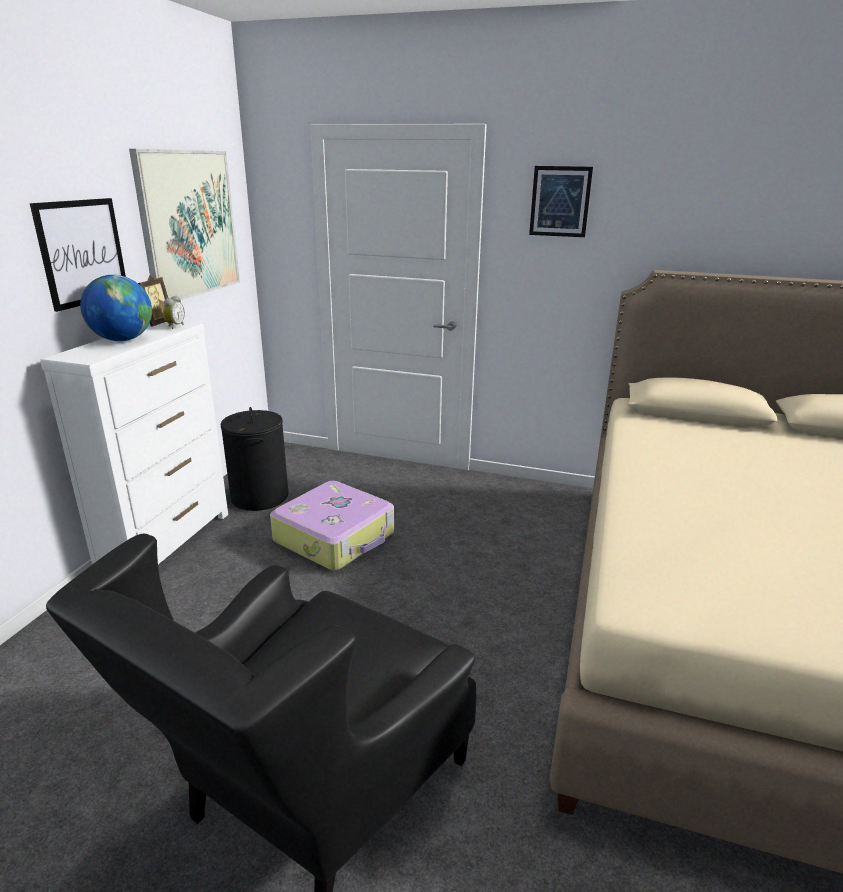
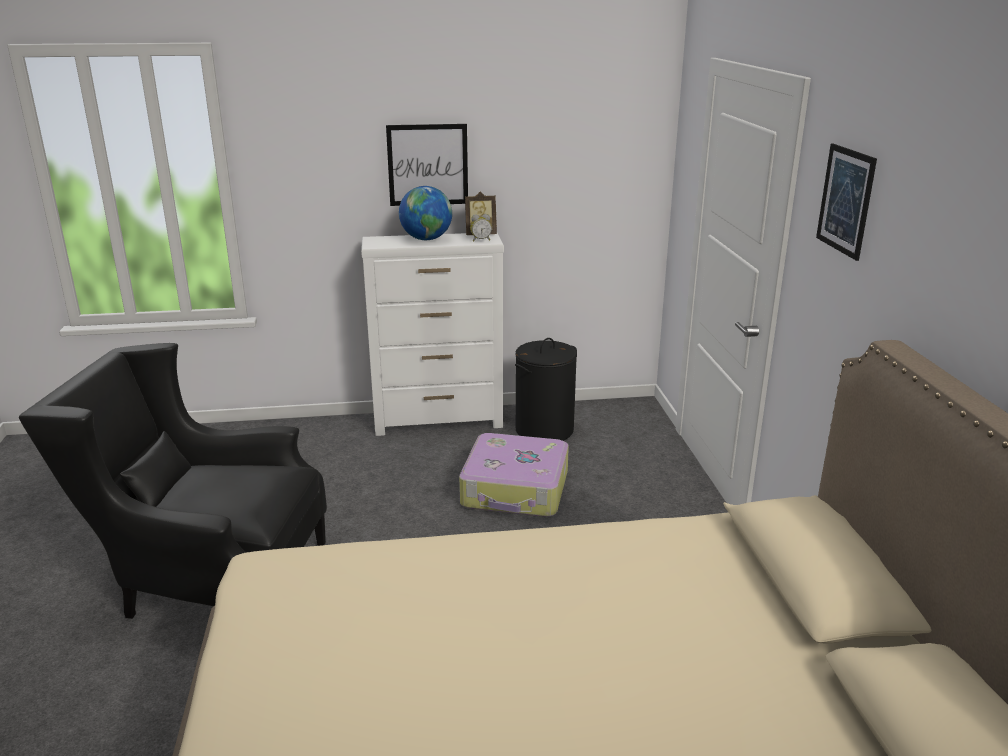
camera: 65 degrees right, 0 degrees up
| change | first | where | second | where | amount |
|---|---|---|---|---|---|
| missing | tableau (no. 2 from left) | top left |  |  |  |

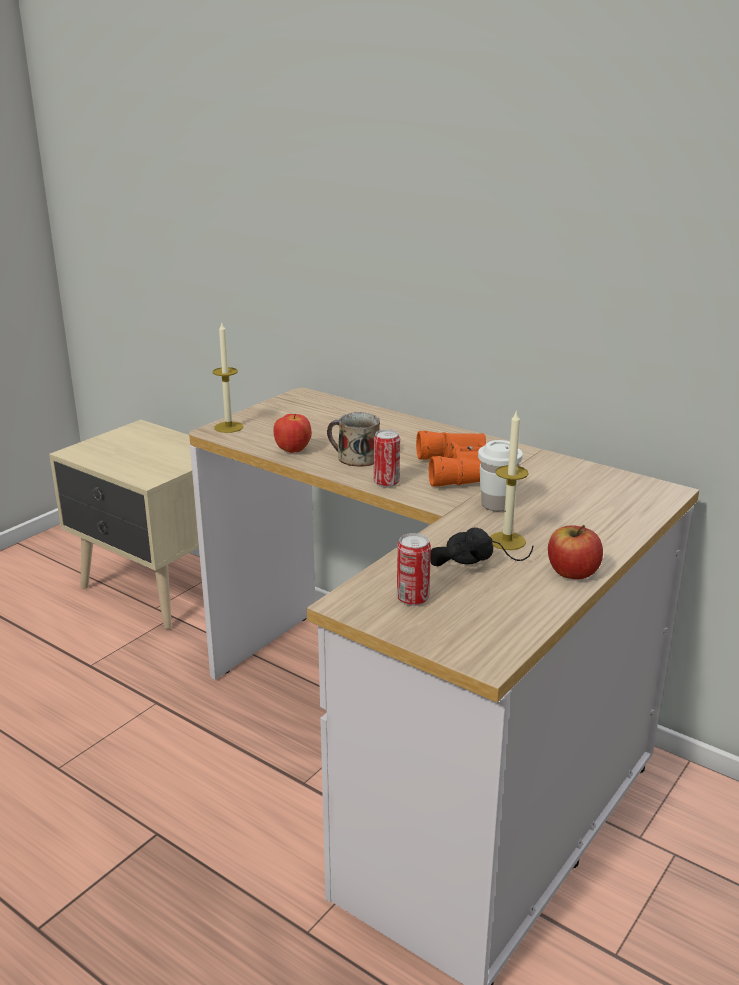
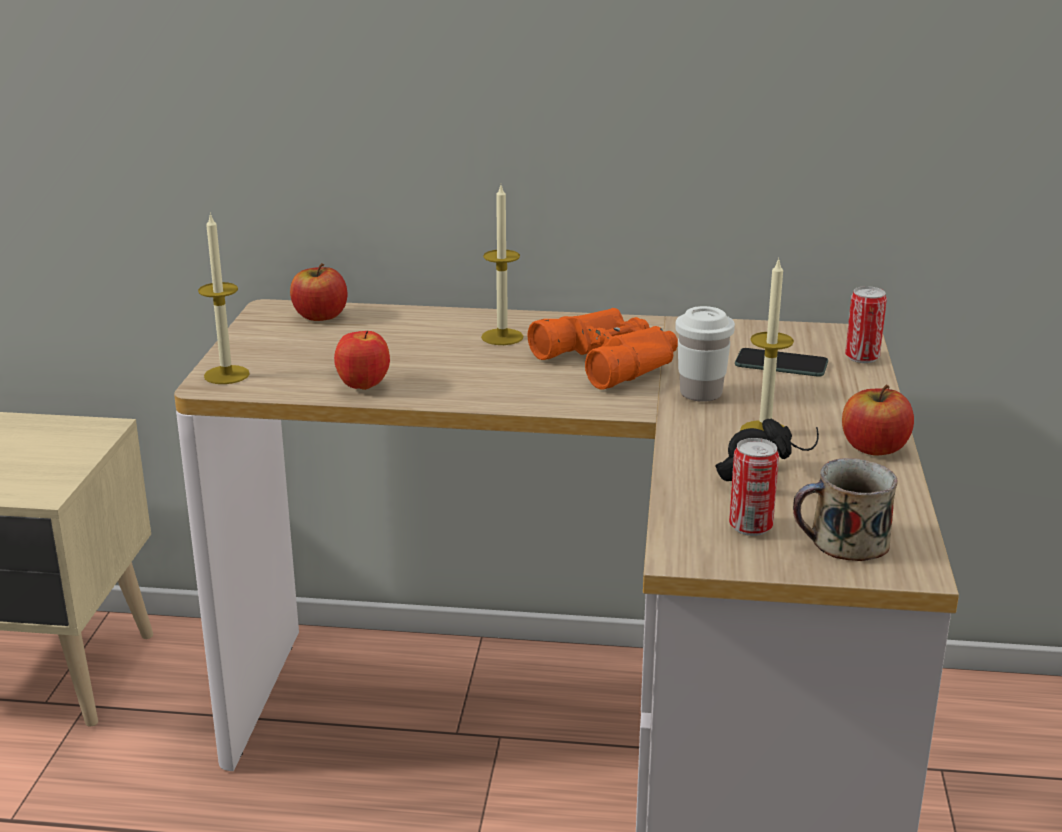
camera: 30 degrees left, 0 degrees up
| change | first | where | second | where | amount |
|---|---|---|---|---|---|
| relocated | mug | centre |  | middle right |  |
| relocated | boîte métallique (no. 1 from left in the first image) | centre | boîte métallique (no. 2 from left) | middle right |  |
| appeared |  |  | pomme (no. 1 from left) | middle left |  |
| appeared |  |  | bougie (no. 2 from left) | top centre |  |
| appeared |  |  | téléphone | middle right |  |

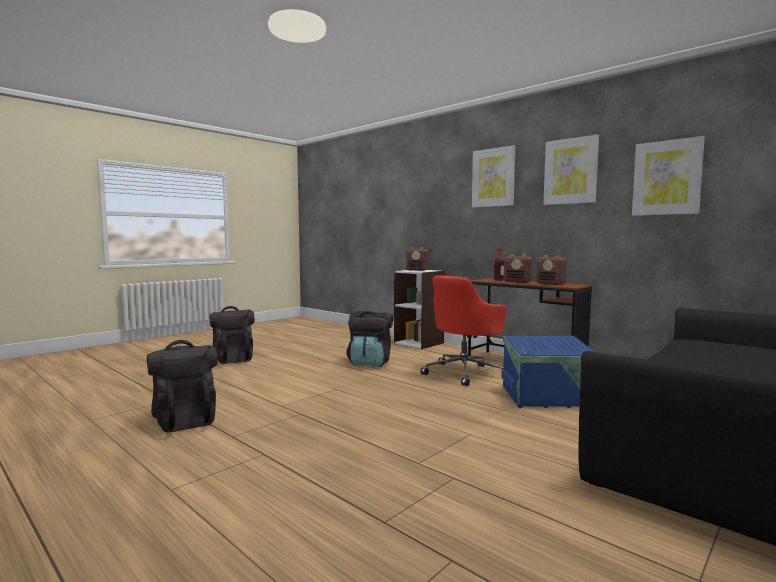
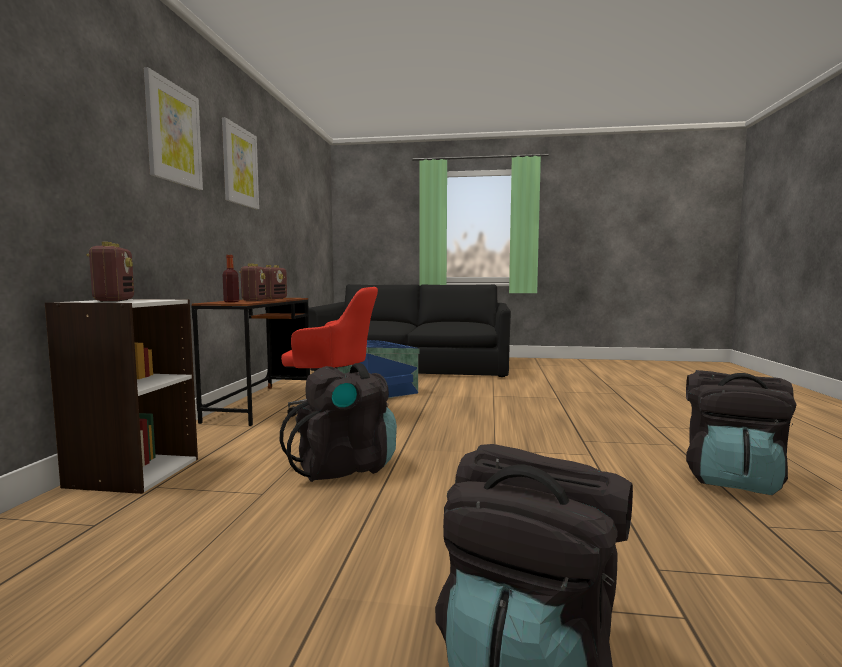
camera: 125 degrees left, 0 degrees up
| change | first | where | second | where | amount |
|---|---|---|---|---|---|
| missing | tableau (no. 3 from left) | top right |  |  |  |

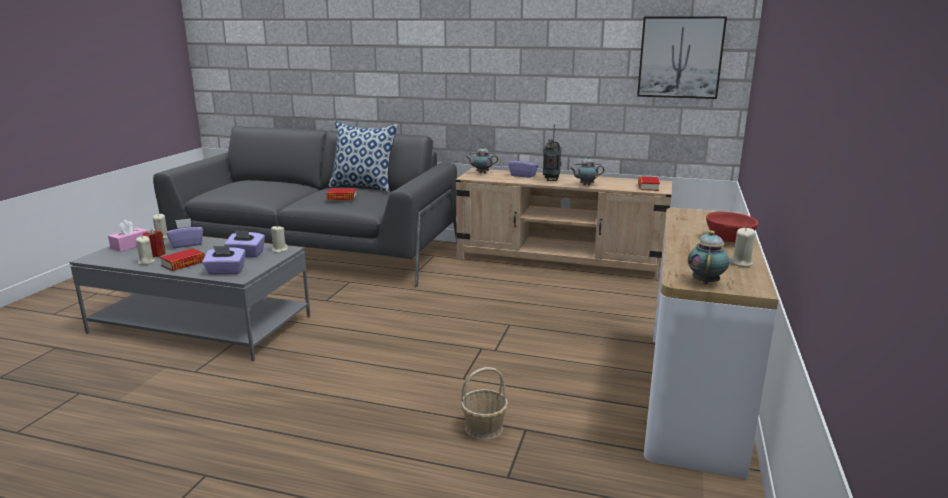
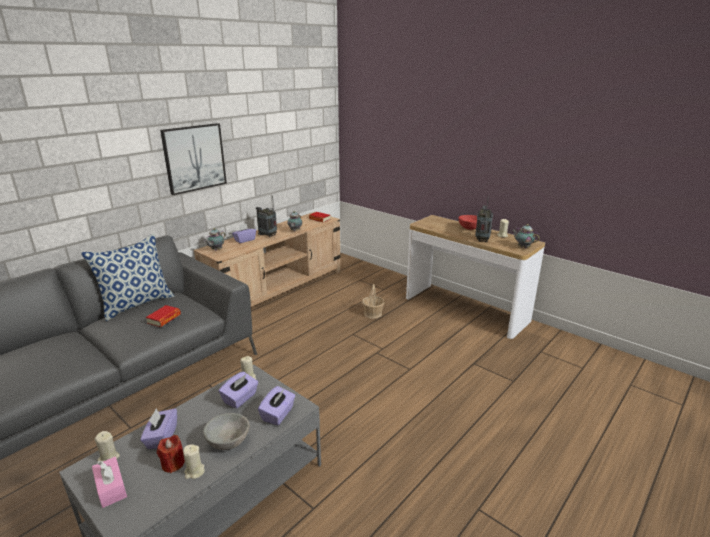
camera: 65 degrees left, 5 degrees up
| change | first | where | second | where | amount |
|---|---|---|---|---|---|
| exchanged | livre (no. 1 from left) | middle left | bol/gris | bottom left |  |
| relocated | panier | bottom centre |  | centre |  |
| relocated | tableau | top right |  | top left |  |
| appeared |  |  | radio (no. 2 from left) | middle right |  |

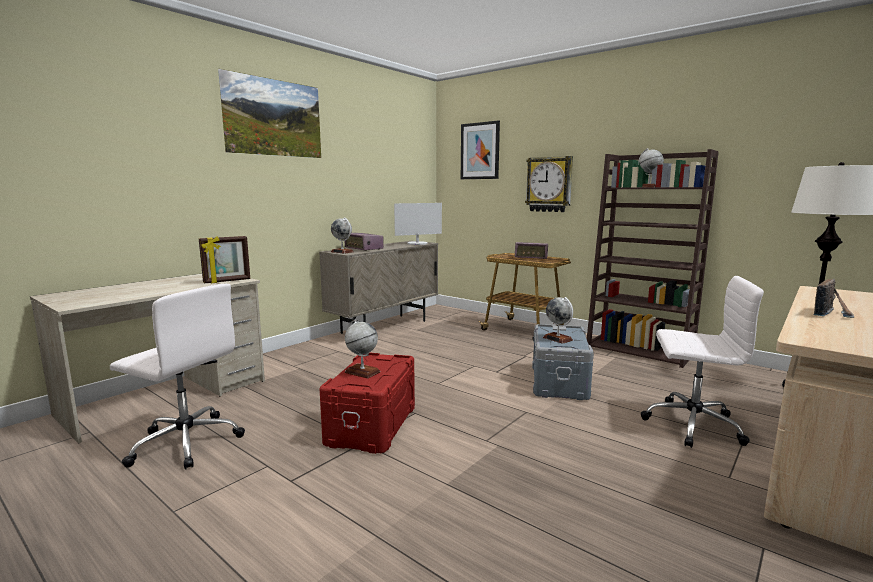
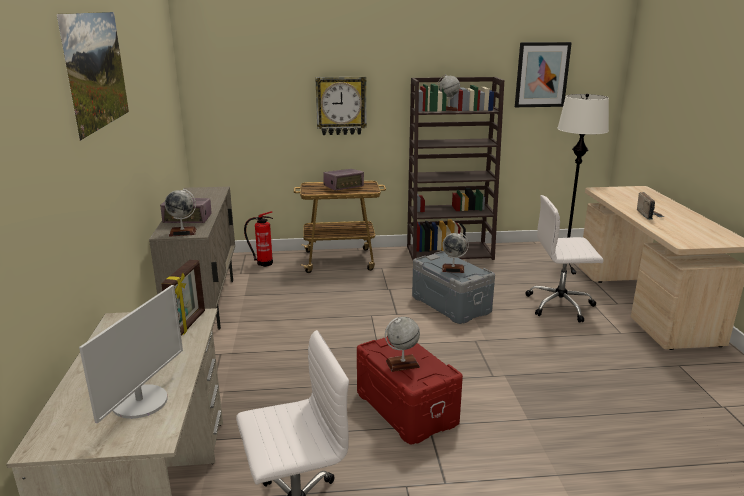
camera: 45 degrees left, 10 degrees up
| change | first | where | second | where | amount |
|---|---|---|---|---|---|
| relocated | écran d'ordinateur | centre |  | bottom left |  |
| relocated | tableau (no. 2 from left) | top centre |  | top right |  |
| spun | chaise de bureau/blanc (no. 2 from left) | middle right |  | middle right | 150 degrees counterclockwise |
| appeared |  |  | extincteur | centre |  |

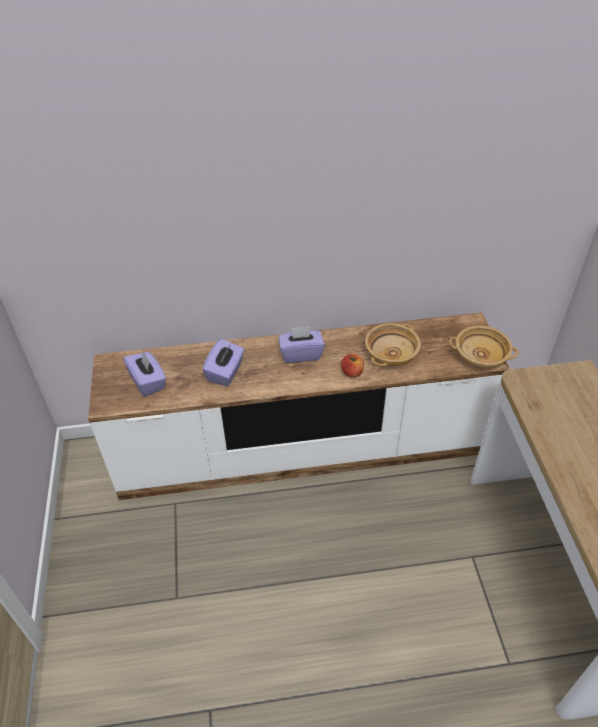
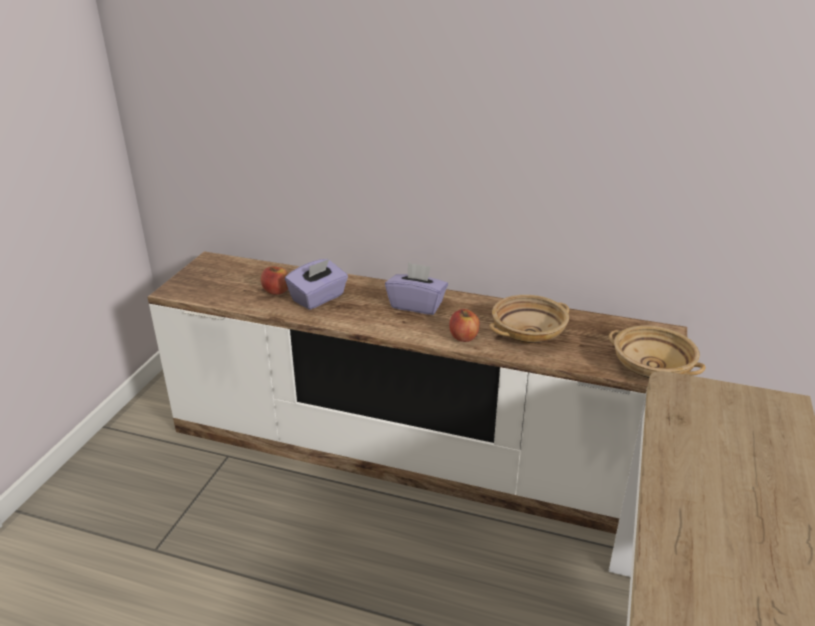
camera: 25 degrees right, 15 degrees down
| change | first | where | second | where | amount |
|---|---|---|---|---|---|
| missing | boîte à mouchoirs/violet (no. 1 from left) | middle left |  |  |  |
| appeared |  |  | pomme (no. 1 from left) | centre |  |

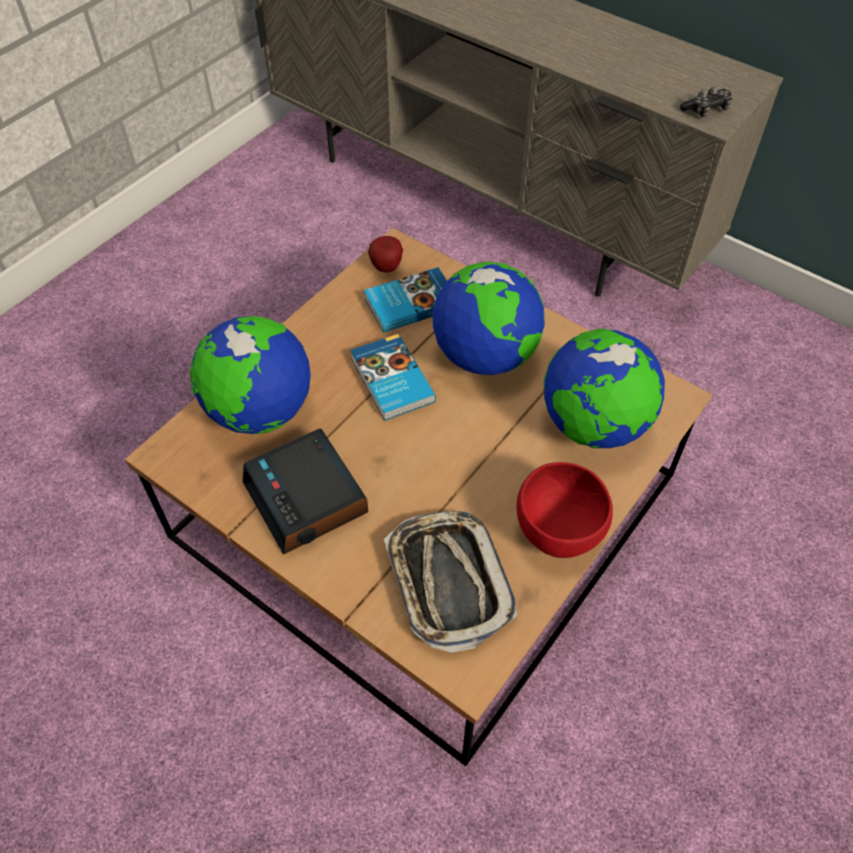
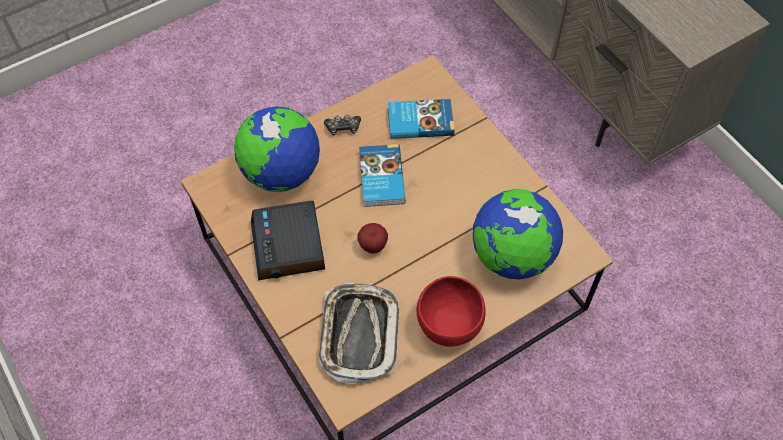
camera: 20 degrees right, 5 degrees up
| change | first | where | second | where | amount |
|---|---|---|---|---|---|
| relocated | pomme | top centre |  | centre |  |
| missing | globe (no. 2 from left) | centre |  |  |  |
| relocated | manette | top right |  | top centre |  |

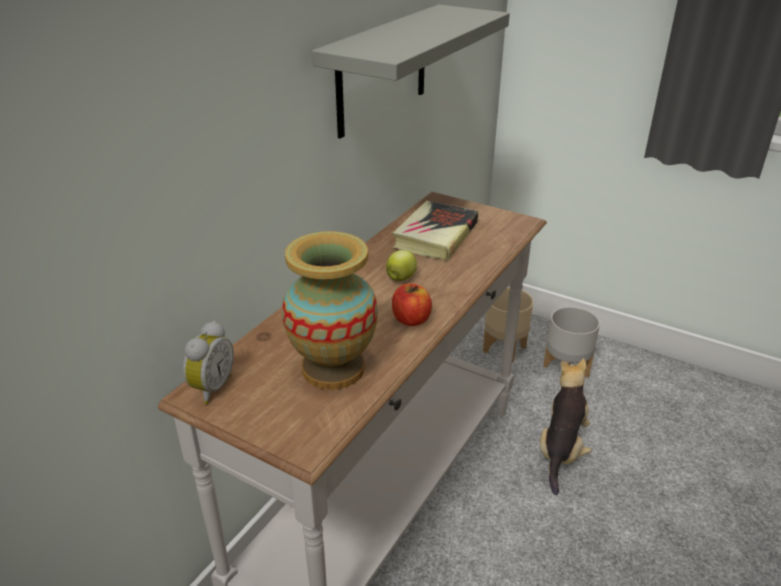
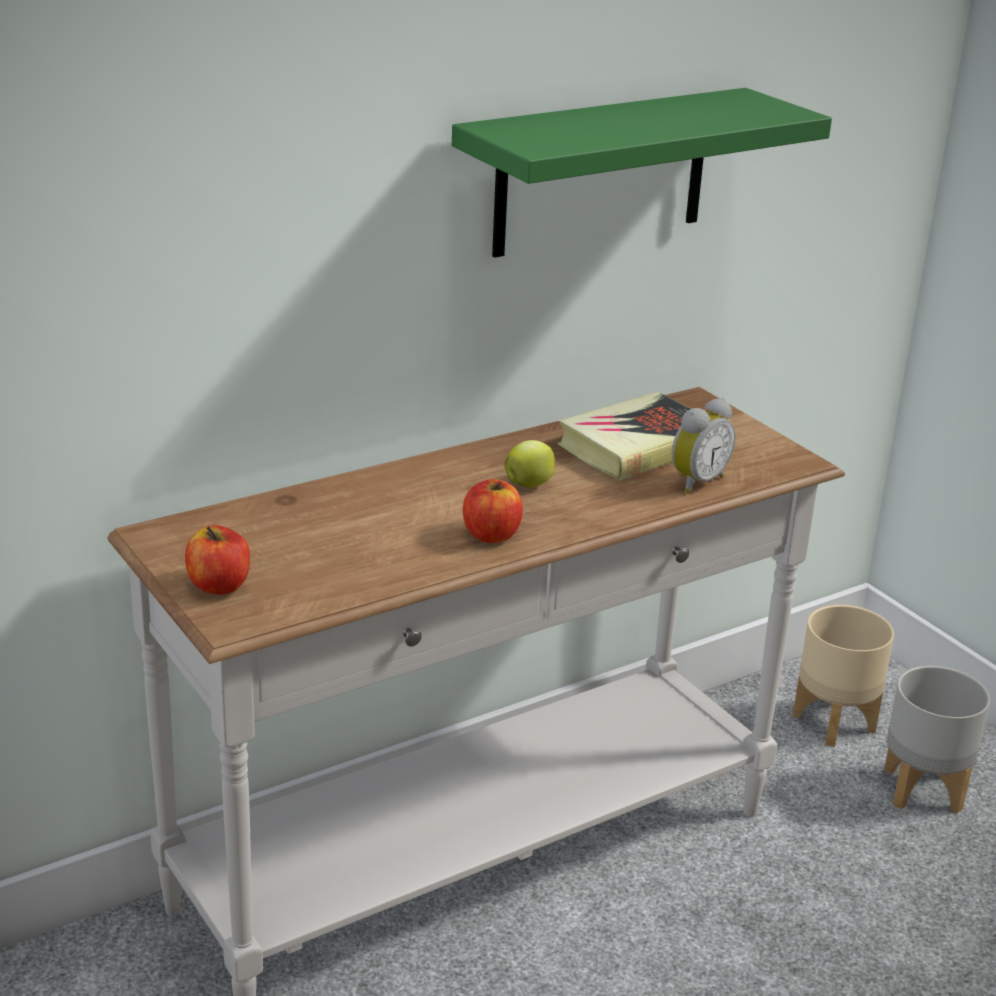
camera: 25 degrees right, 5 degrees down
| change | first | where | second | where | amount |
|---|---|---|---|---|---|
| relocated | réveil | middle left |  | middle right |  |
| missing | vase | centre |  |  |  |
| colour | étagère/gris | top centre | étagère/vert | top centre |  |
| missing | peluche | bottom right |  |  |  |
| appeared |  |  | pomme (no. 1 from left) | middle left |  |

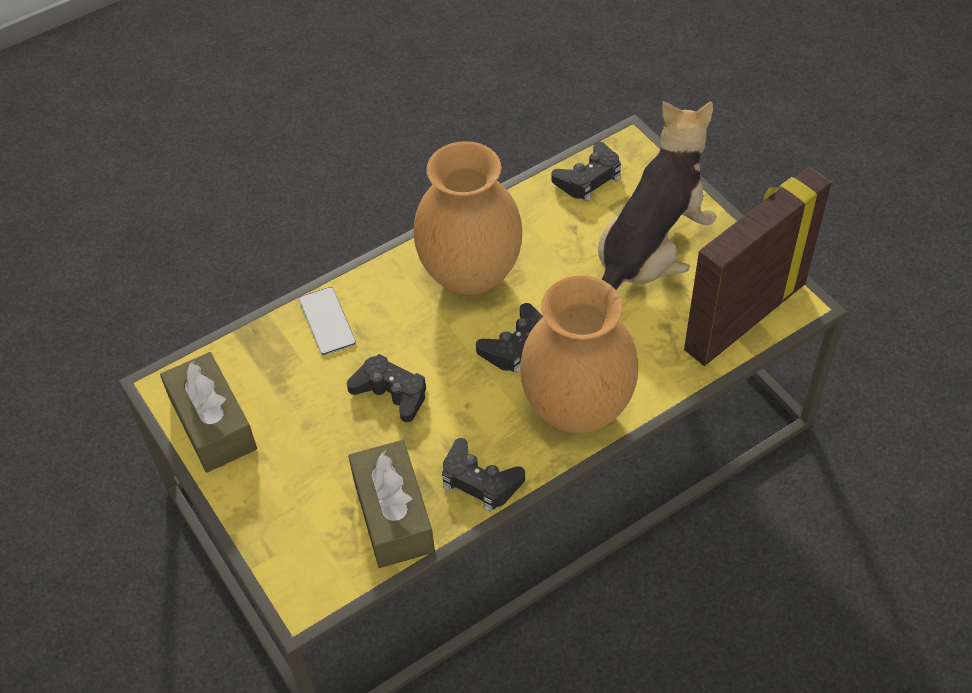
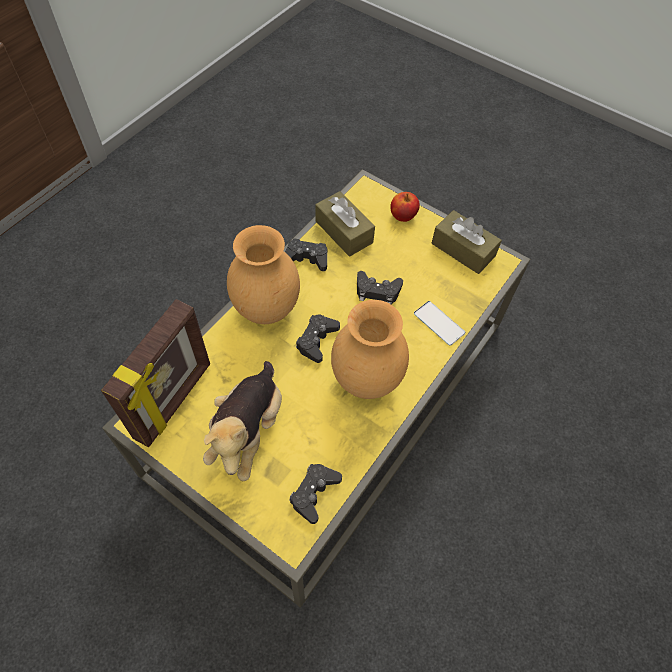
camera: 155 degrees right, 5 degrees up
| change | first | where | second | where | amount |
|---|---|---|---|---|---|
| appeared |  |  | pomme | top centre |  |

